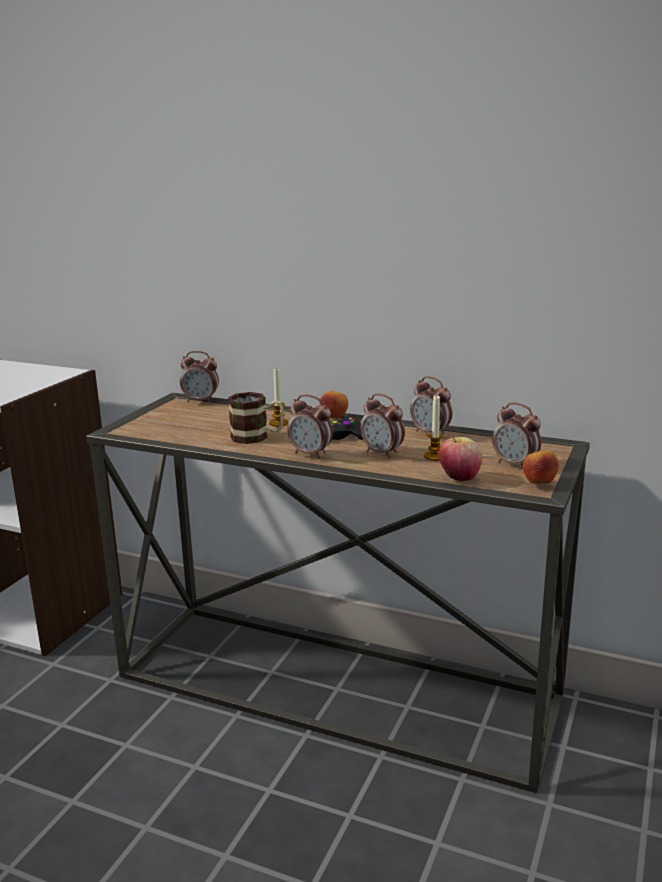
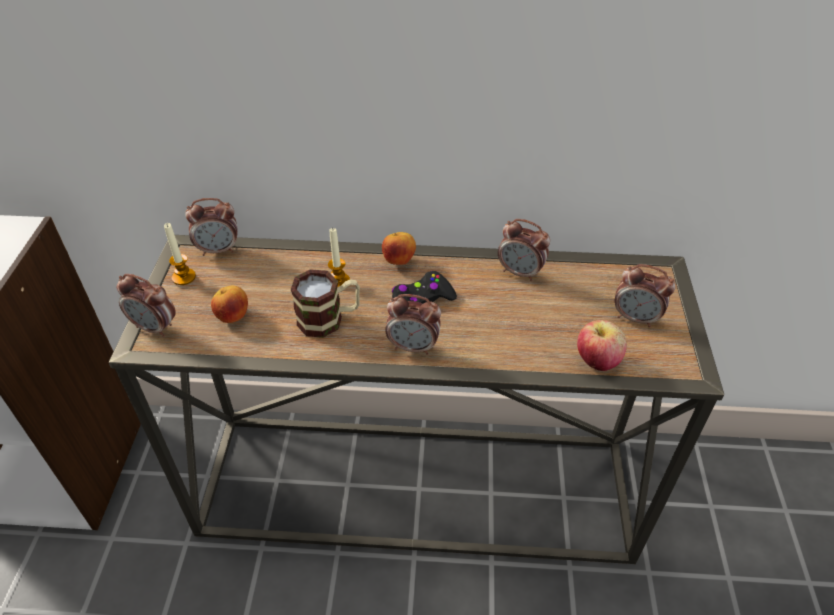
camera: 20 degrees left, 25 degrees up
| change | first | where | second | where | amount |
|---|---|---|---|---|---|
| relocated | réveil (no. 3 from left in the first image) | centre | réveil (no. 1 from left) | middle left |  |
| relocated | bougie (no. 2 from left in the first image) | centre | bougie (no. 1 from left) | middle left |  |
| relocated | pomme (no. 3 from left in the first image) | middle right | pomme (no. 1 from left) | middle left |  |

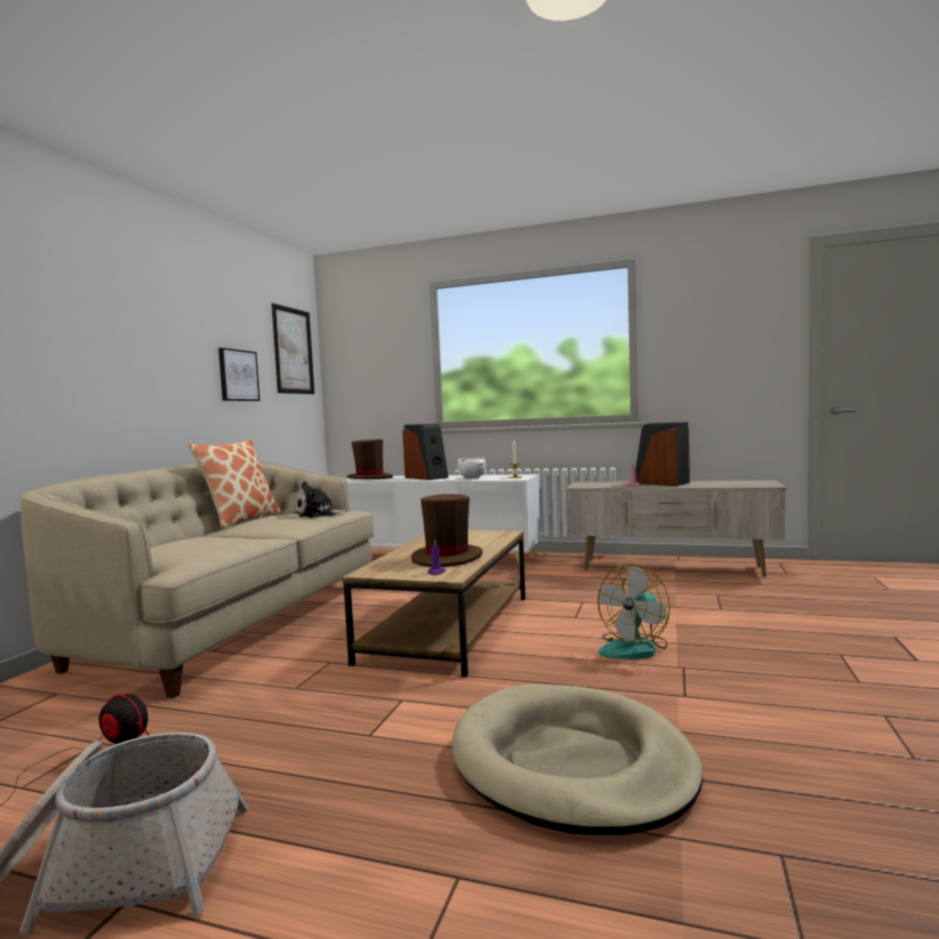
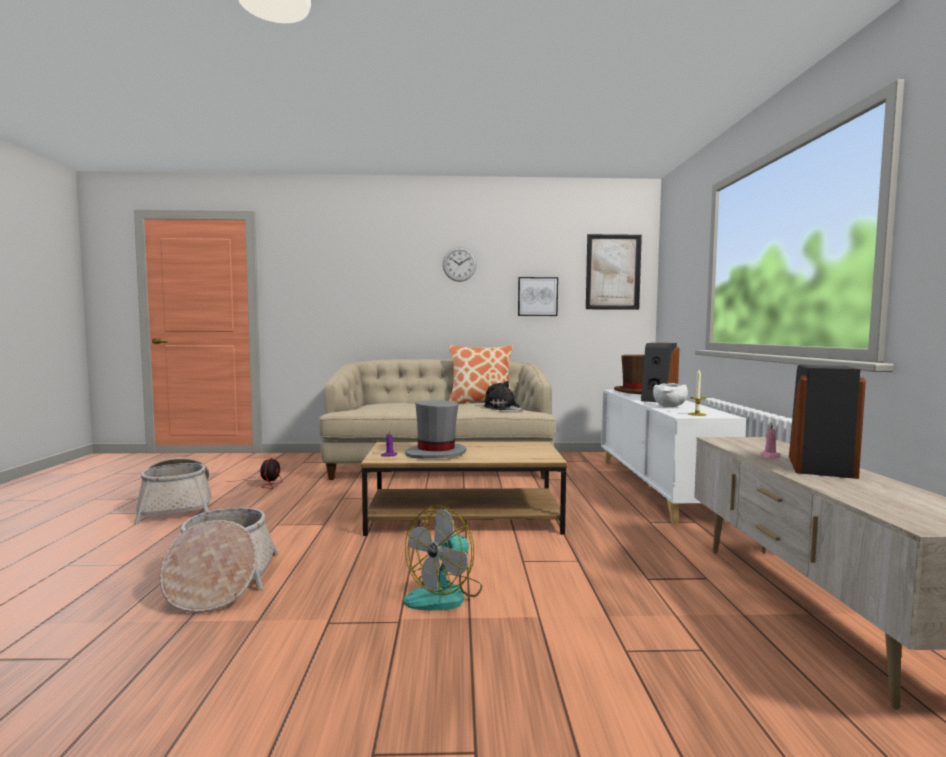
camera: 70 degrees right, 0 degrees up
| change | first | where | second | where | amount |
|---|---|---|---|---|---|
| colour | chapeau/marron (no. 2 from left) | centre | chapeau/gris | centre |  |
| exchanged | panier pour chien/beige | bottom centre | panier (no. 2 from left) | bottom left |  |
| spun | ventilateur (no. 2 from left) | middle right |  | bottom centre | 75 degrees counterclockwise |
| appeared |  |  | horloge murale | centre |  |

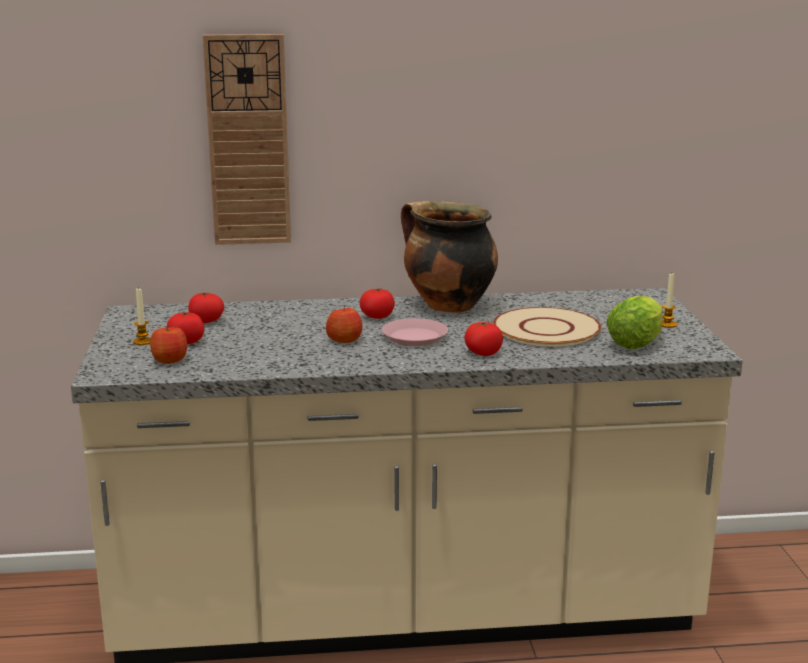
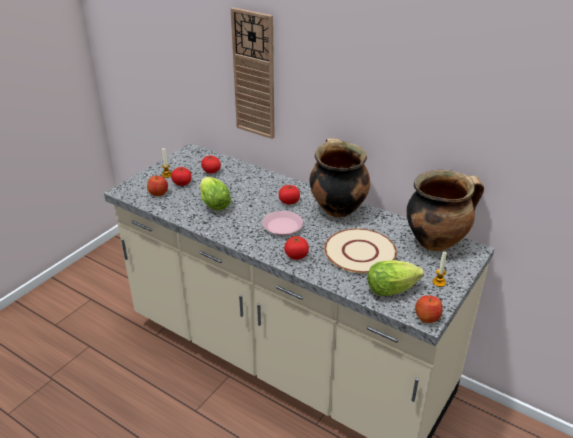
camera: 40 degrees right, 15 degrees up
| change | first | where | second | where | amount |
|---|---|---|---|---|---|
| relocated | pomme (no. 2 from left) | centre |  | bottom right |  |
| appeared |  |  | laitue (no. 1 from left) | centre |  |
| appeared |  |  | marmite (no. 2 from left) | middle right |  |

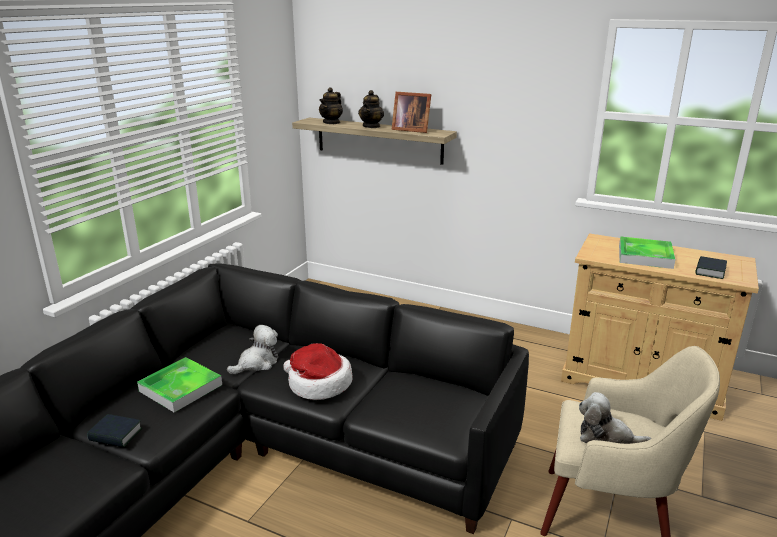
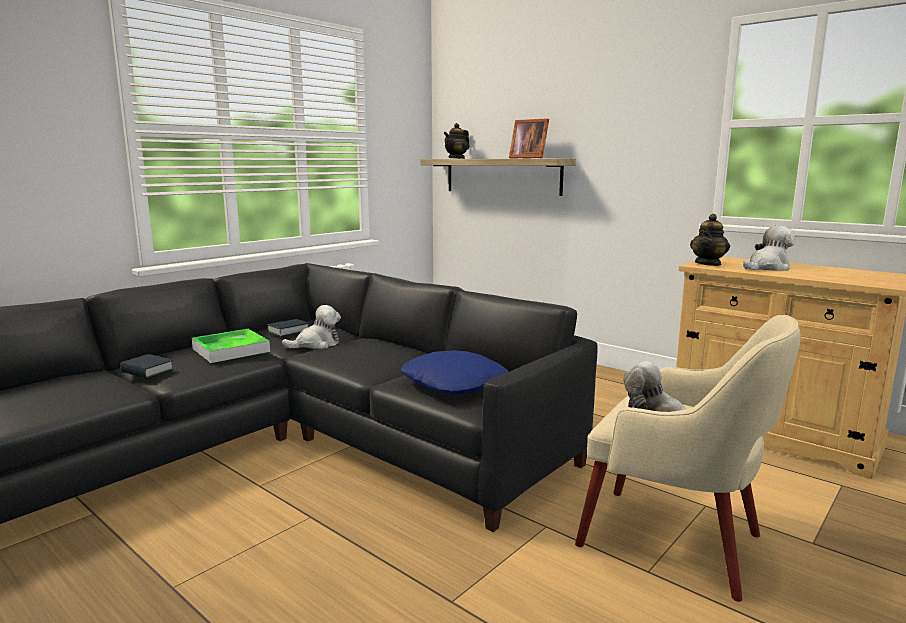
camera: 15 degrees right, 10 degrees down
| change | first | where | second | where | amount |
|---|---|---|---|---|---|
| missing | chapeau | bottom centre |  |  |  |
| relocated | théière (no. 2 from left) | top centre |  | middle right |  |
| exchanged | plateau (no. 2 from left) | middle right | peluche (no. 3 from left) | middle right |  |
| relocated | livre (no. 2 from left) | middle right |  | middle left |  |
| appeared |  |  | coussin/bleu | centre |  |

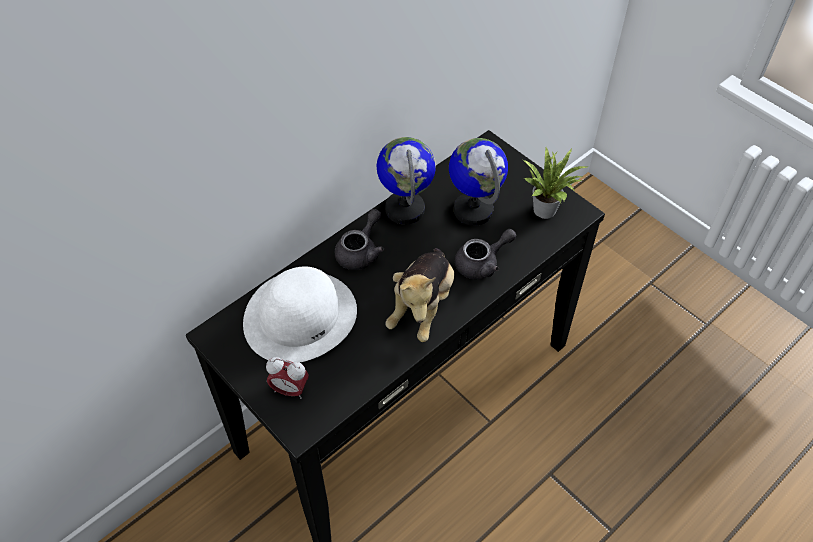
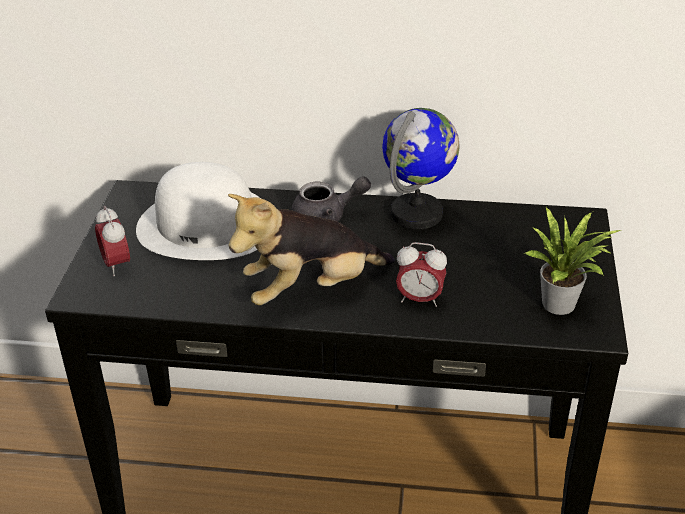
camera: 50 degrees right, 15 degrees down
| change | first | where | second | where | amount |
|---|---|---|---|---|---|
| missing | globe (no. 2 from left) | centre |  |  |  |
| exchanged | théière/gris (no. 2 from left) | centre | réveil (no. 2 from left) | centre |  |

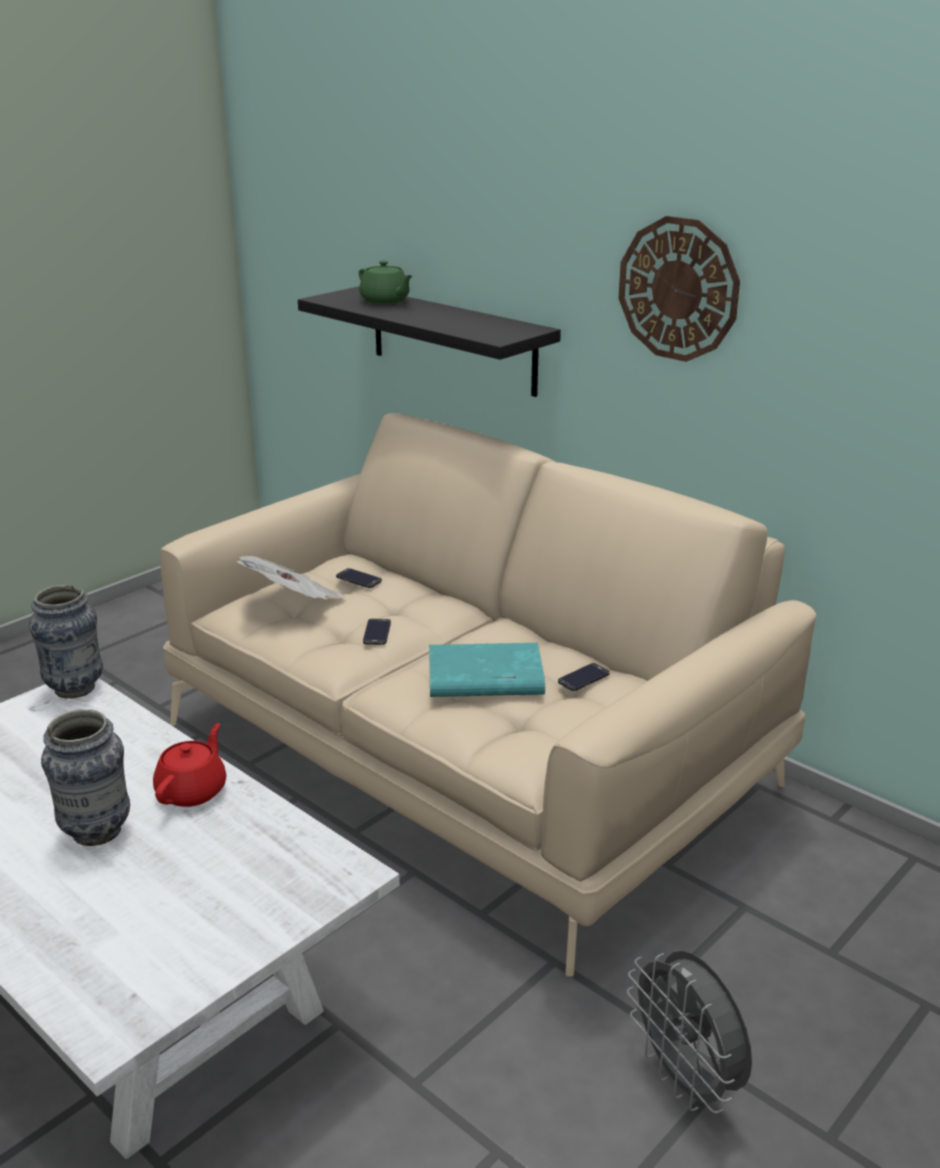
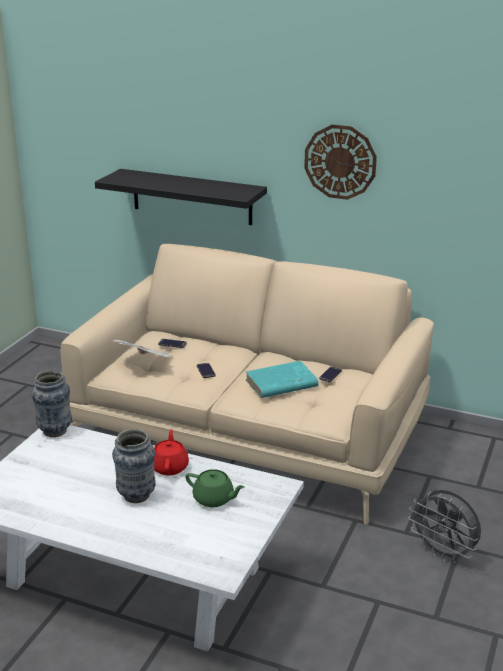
camera: 20 degrees left, 0 degrees up
| change | first | where | second | where | amount |
|---|---|---|---|---|---|
| relocated | théière/vert | top centre |  | bottom centre |  |

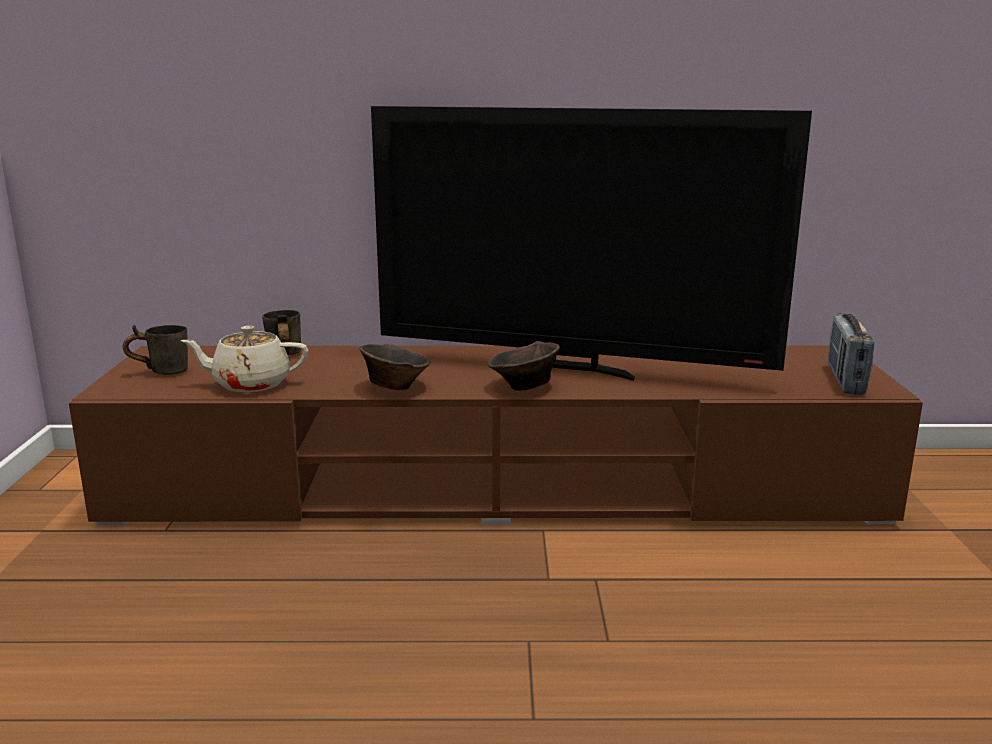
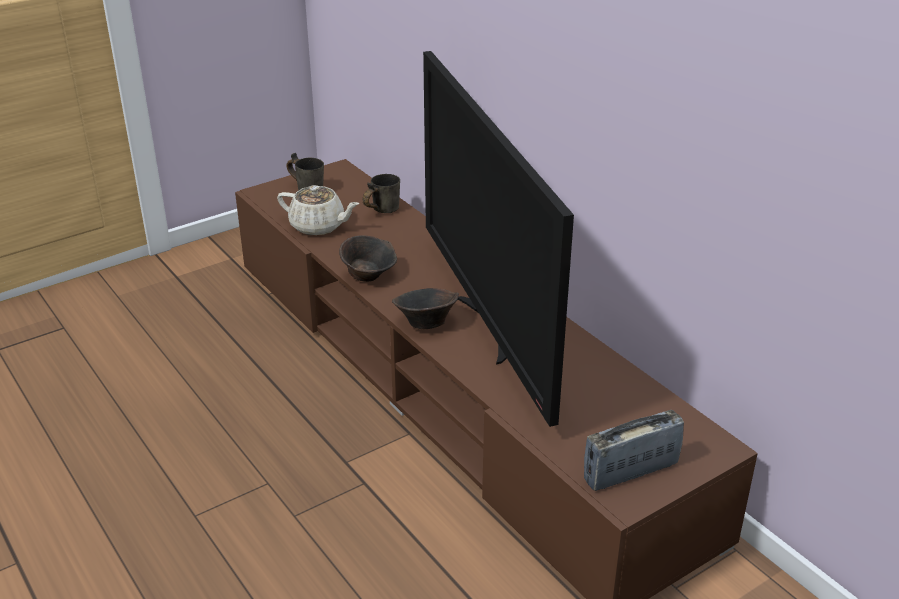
camera: 55 degrees right, 15 degrees up
| change | first | where | second | where | amount |
|---|---|---|---|---|---|
| spun | théière/beige | middle left |  | centre | 150 degrees clockwise |

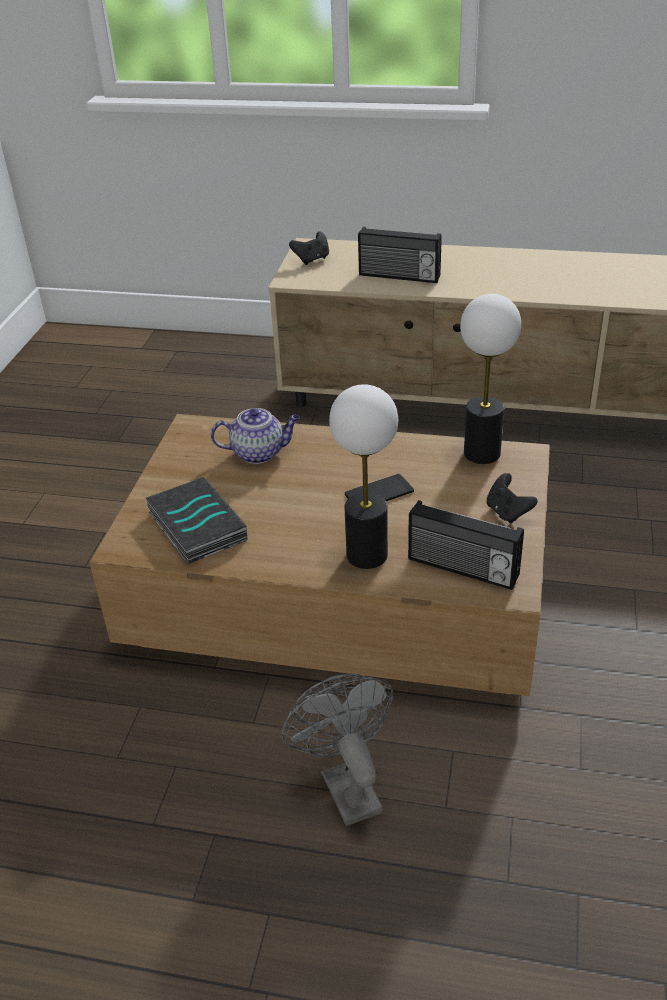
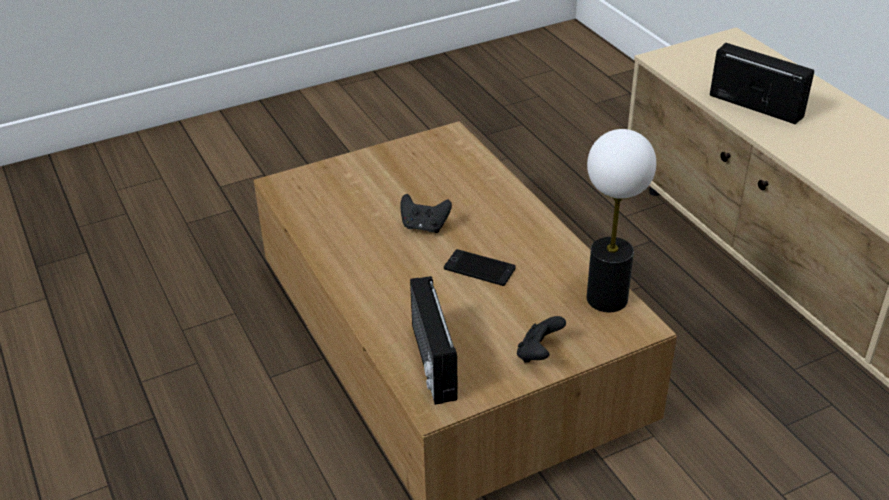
camera: 50 degrees right, 0 degrees up
| change | first | where | second | where | amount |
|---|---|---|---|---|---|
| missing | livre | middle left |  |  |  |
| missing | théière | centre |  |  |  |
| missing | ventilateur/gris | bottom centre |  |  |  |
| relocated | manette/noir (no. 1 from left) | top centre |  | centre |  |
| missing | lampe de table (no. 1 from left) | centre |  |  |  |
| spun | radio (no. 1 from left in the first image) | top centre | radio (no. 2 from left) | top right | 150 degrees clockwise |

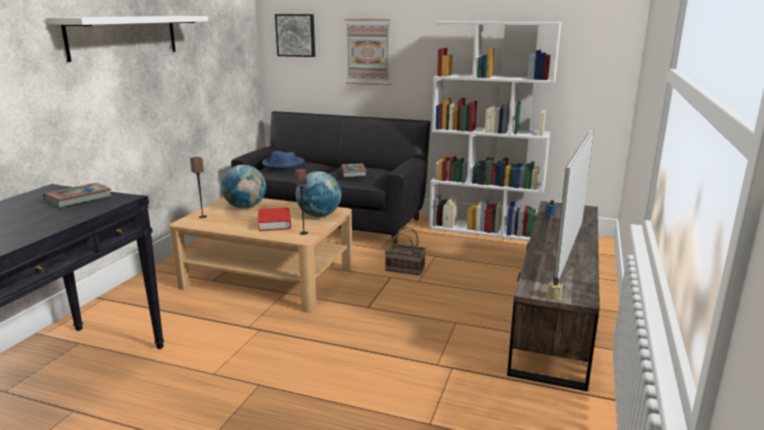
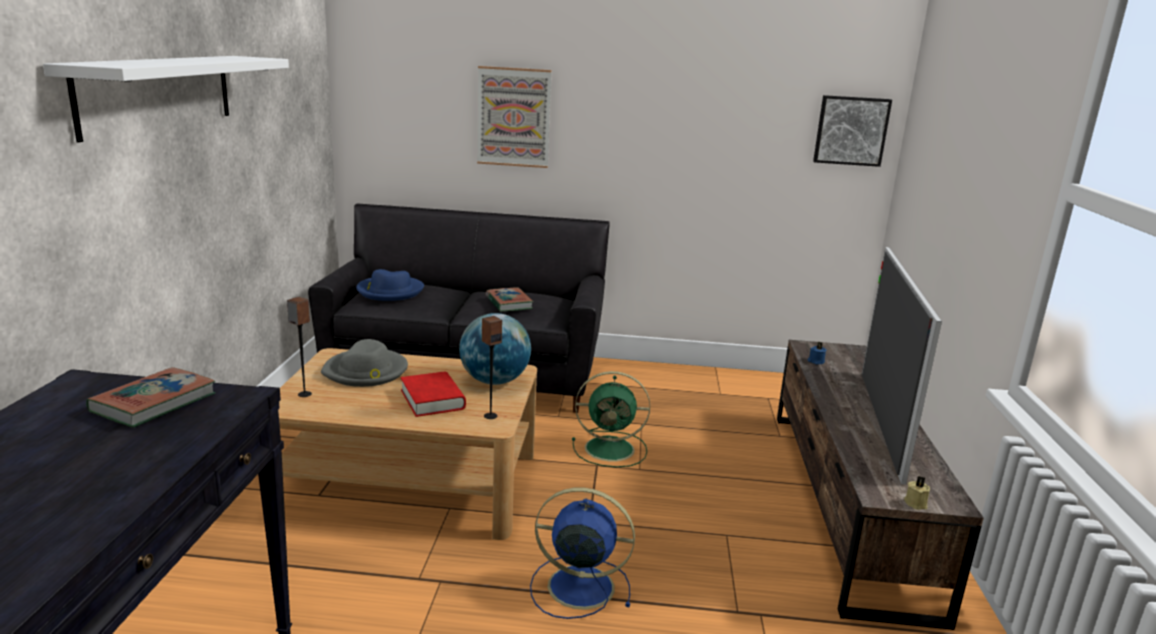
camera: 15 degrees left, 0 degrees up
| change | first | where | second | where | amount |
|---|---|---|---|---|---|
| exchanged | globe (no. 1 from left) | middle left | chapeau/gris | middle left |  |
| relocated | tableau (no. 1 from left in the first image) | top centre | tableau (no. 2 from left) | top right |  |
| exchanged | panier | centre | ventilateur/vert | centre |  |
| missing | bibliothèque/blanc | top centre |  |  |  |
| appeared |  |  | ventilateur/bleu | bottom centre |  |

